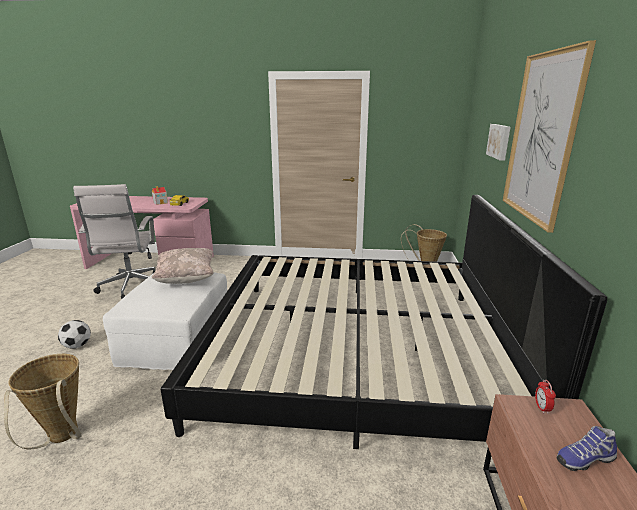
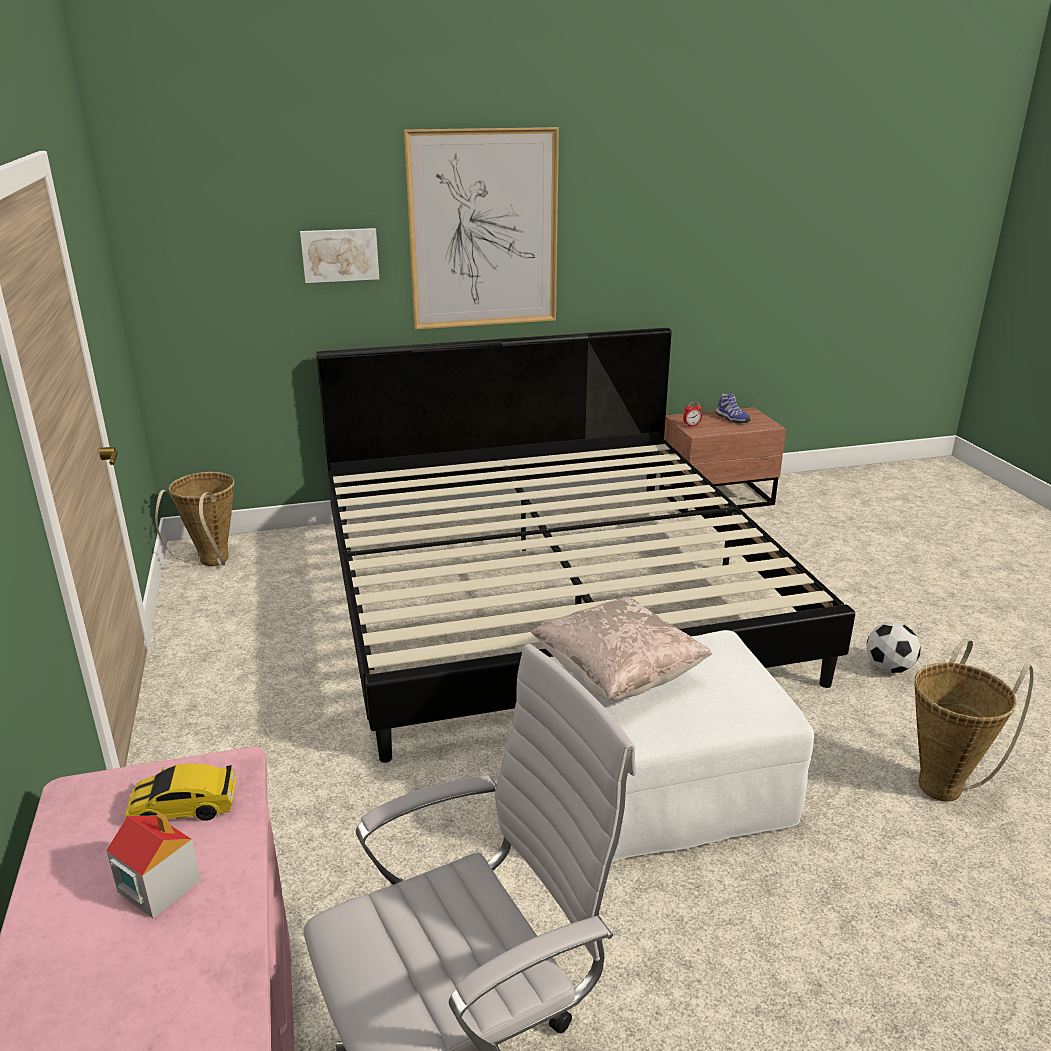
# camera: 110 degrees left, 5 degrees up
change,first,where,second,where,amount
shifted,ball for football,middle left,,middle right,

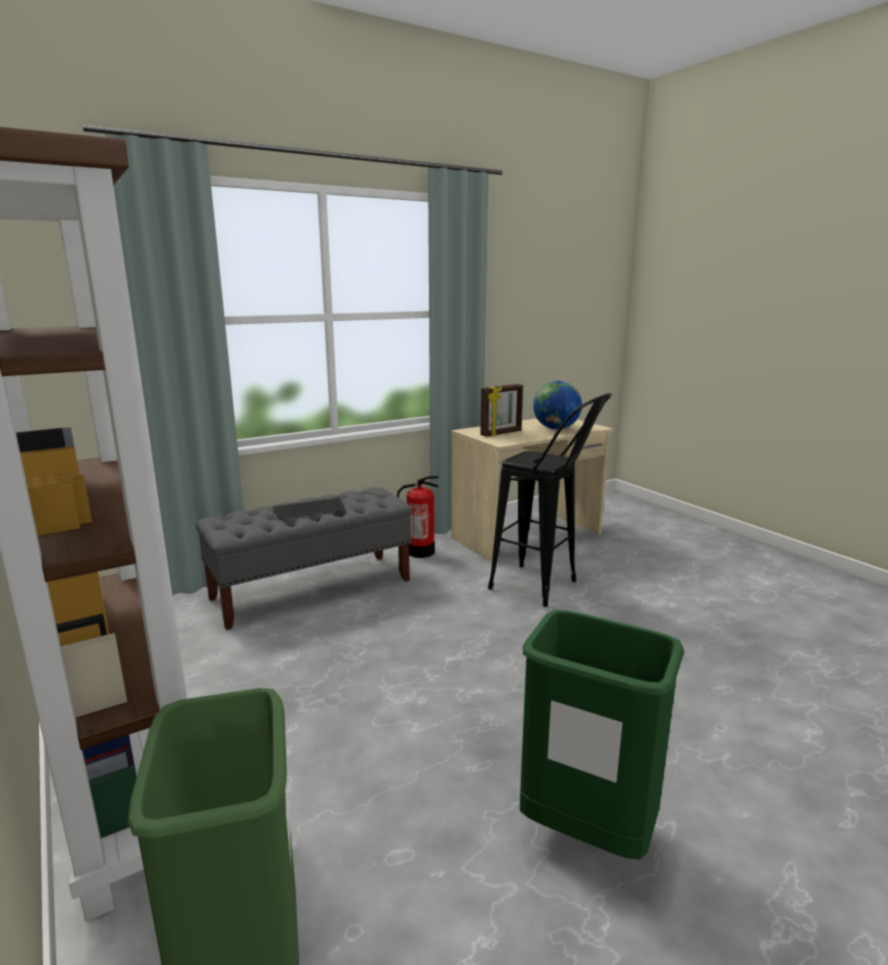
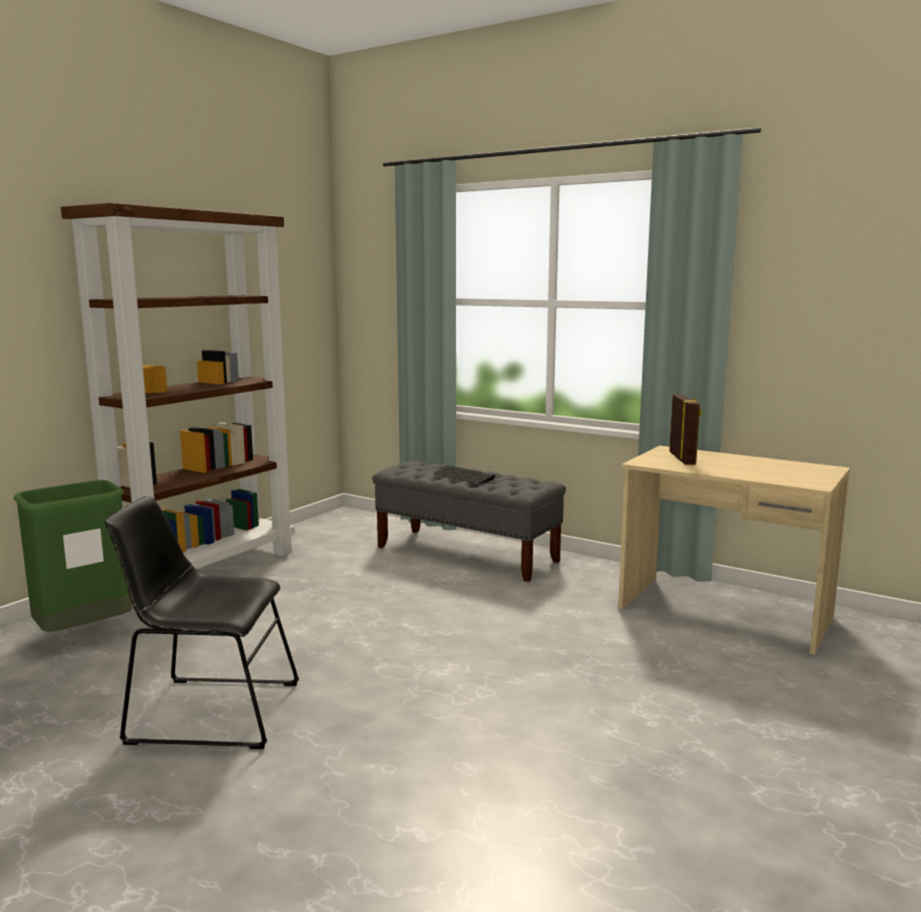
# camera: 65 degrees right, 5 degrees down
change,first,where,second,where,amount
gone,fire extinguisher,centre,,,
rotated,standing frame,centre,,middle right,120 degrees counterclockwise
gone,stool seat (black-coloured),centre,,,
swapped,trash can (greenish) (no. 2 from left),bottom right,plain chair (black-coloured),bottom left,
gone,world globe,centre,,,

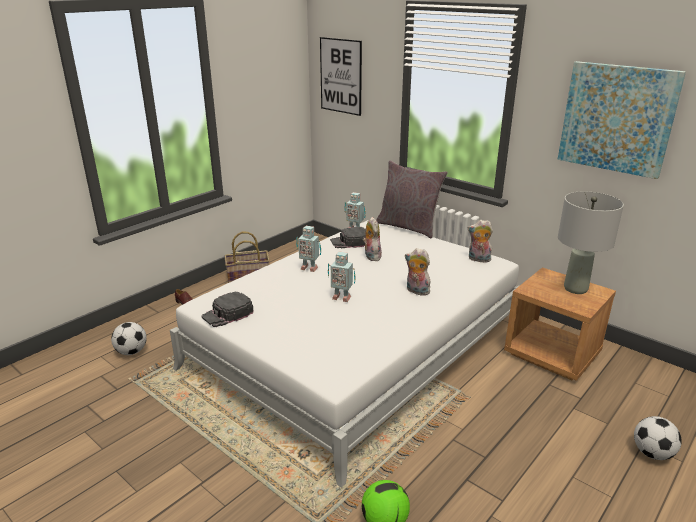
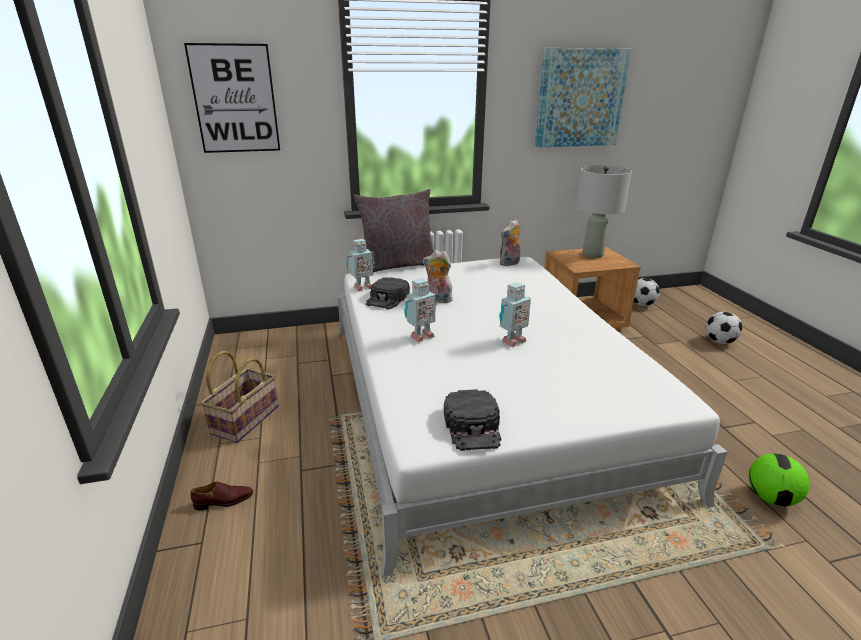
# camera: 55 degrees left, 0 degrees up
change,first,where,second,where,amount
shifted,ball for football (no. 1 from left),middle left,,middle right,
gone,cuddly toy (no. 2 from left),centre,,,

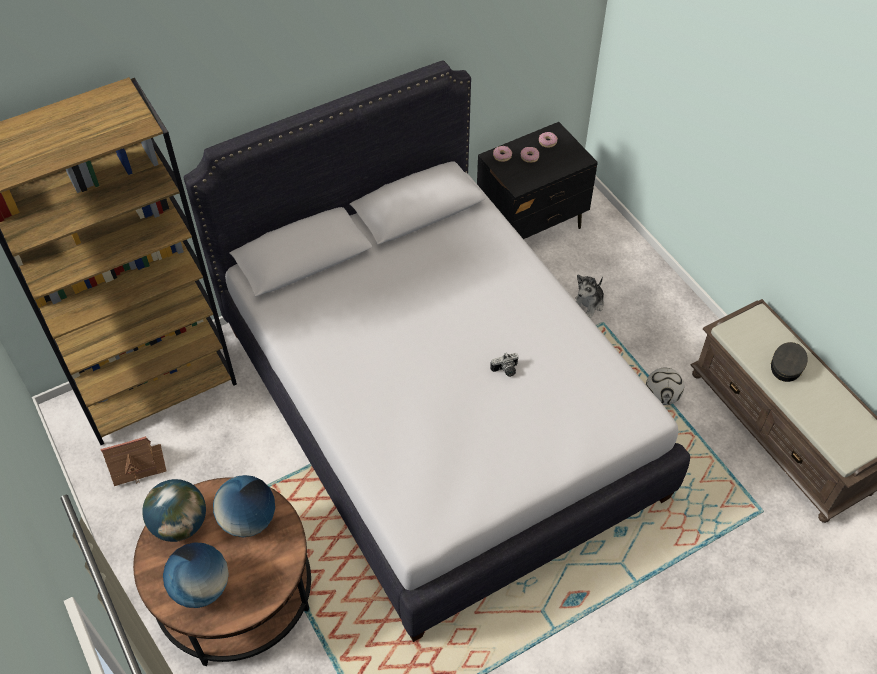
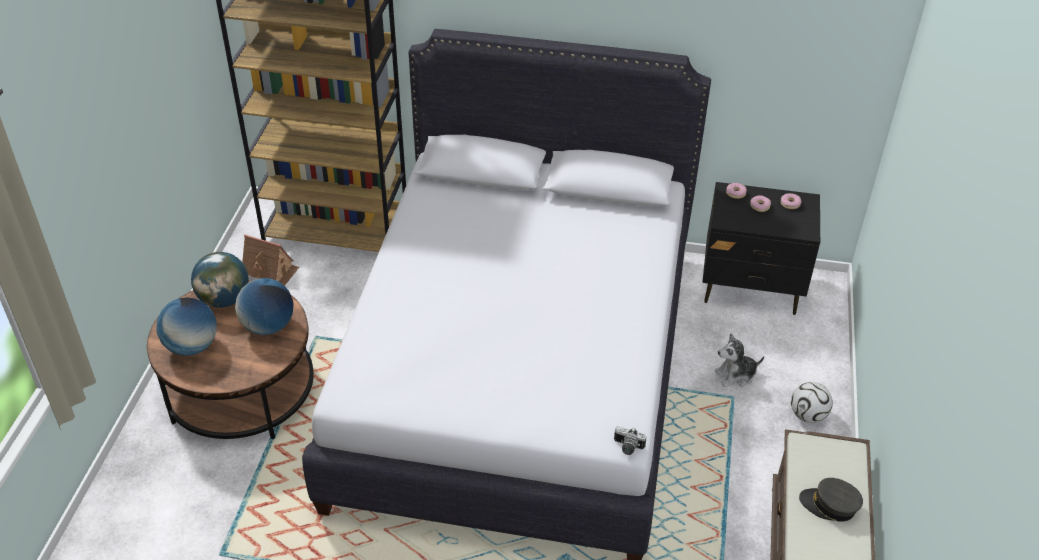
# camera: 40 degrees right, 10 degrees down
change,first,where,second,where,amount
shifted,still camera,centre,,bottom centre,
shifted,ball for football,middle right,,bottom right,
rotated,peaked cap (grey),middle right,,bottom right,135 degrees counterclockwise

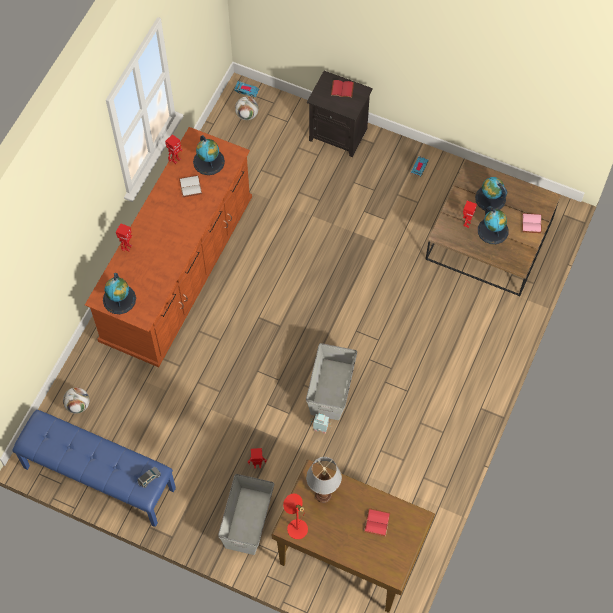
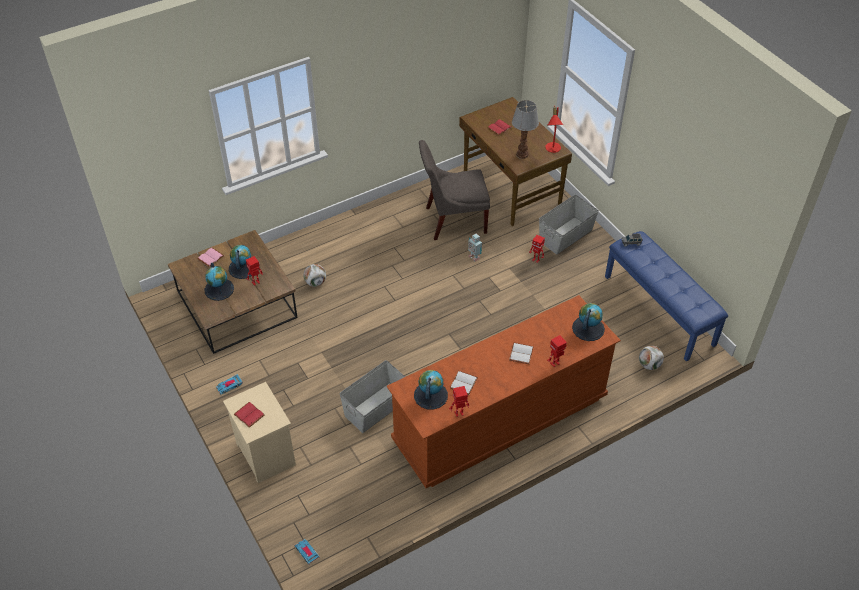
# camera: 145 degrees left, 15 degrees down
change,first,where,second,where,amount
shifted,ball for football (no. 2 from left in the first image),top centre,ball for football (no. 1 from left),centre,
shifted,storage box (grey) (no. 2 from left in the first image),centre,storage box (grey) (no. 1 from left),bottom centre,
repainted,night table (black-coloured),top centre,night table (beige),bottom left,
new,,,plain chair (grey),top centre,
new,,,volume (white-coloured) (no. 2 from left),centre,

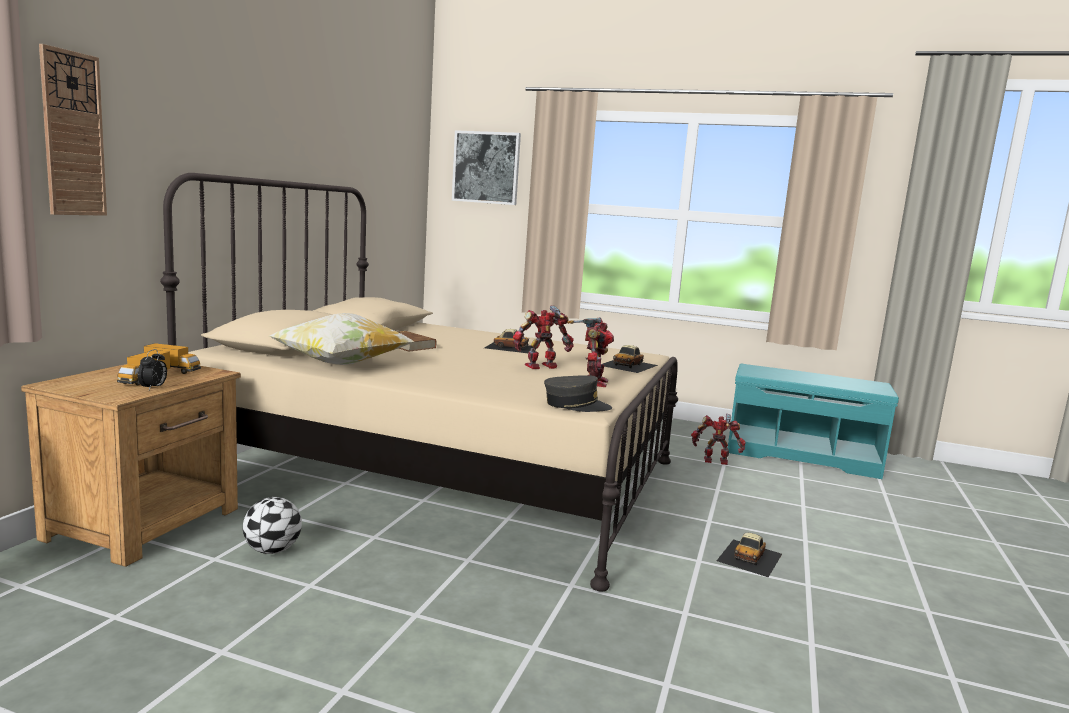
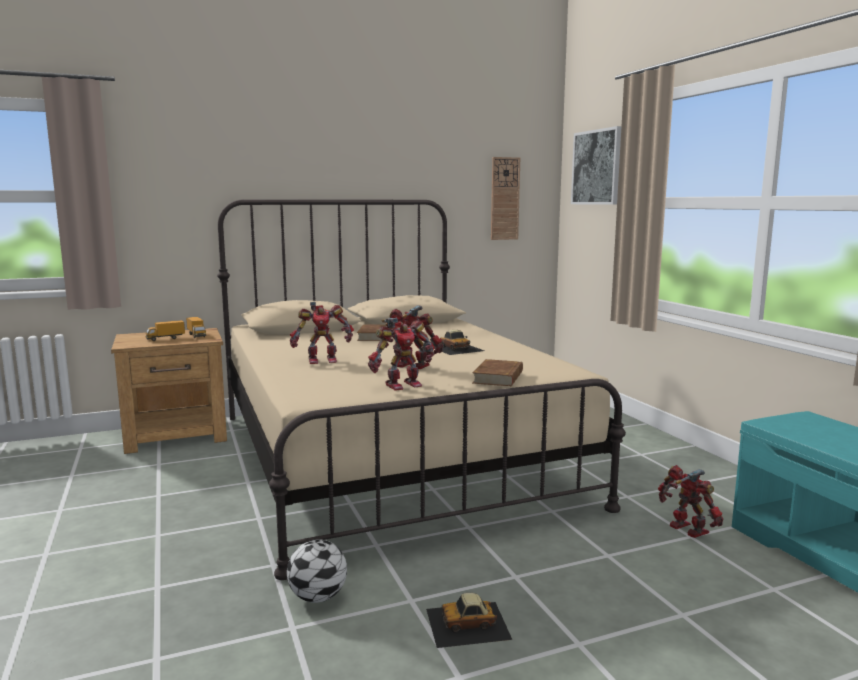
# camera: 50 degrees right, 0 degrees up
change,first,where,second,where,amount
shifted,clock on the wall,top left,,top centre,
gone,bedside clock,middle left,,,
shifted,ball for football,bottom left,,bottom centre,
gone,pillow,middle left,,,
gone,peaked cap (grey),centre,,,
swapped,model car (no. 2 from left),centre,volume (brown) (no. 2 from left),centre,
new,,,robot figure (no. 1 from left),centre,

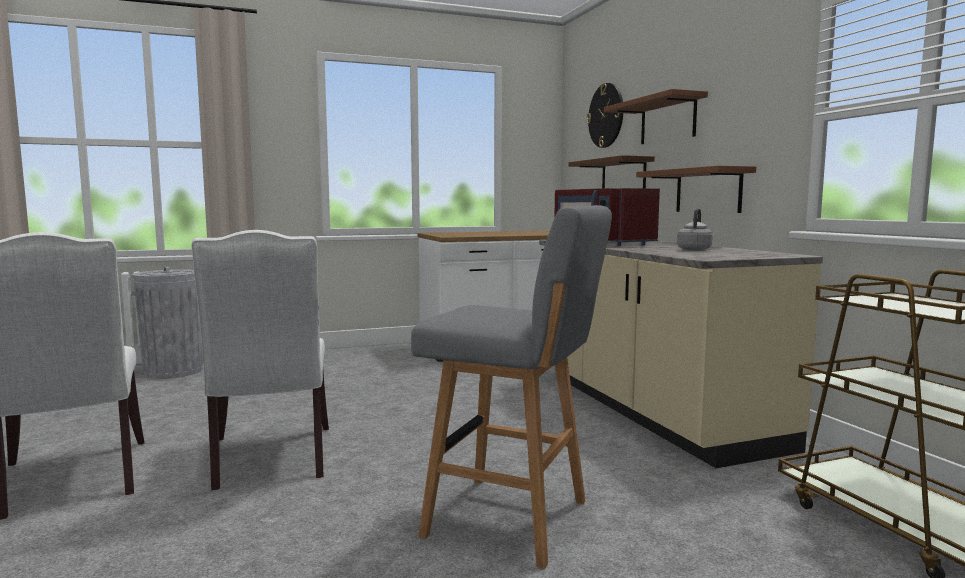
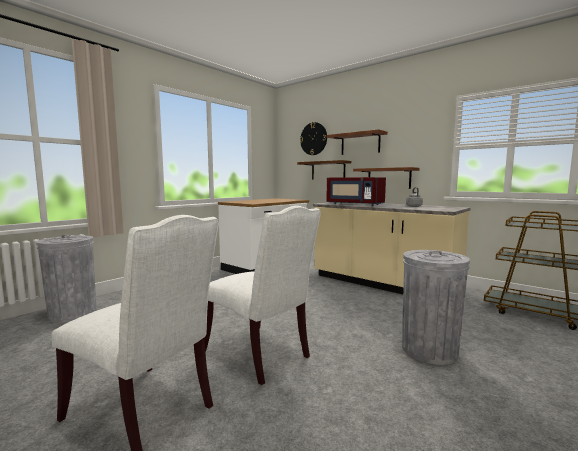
# camera: 30 degrees left, 0 degrees up
change,first,where,second,where,amount
swapped,stool seat (grey),bottom centre,trash can (grey) (no. 2 from left),bottom right,

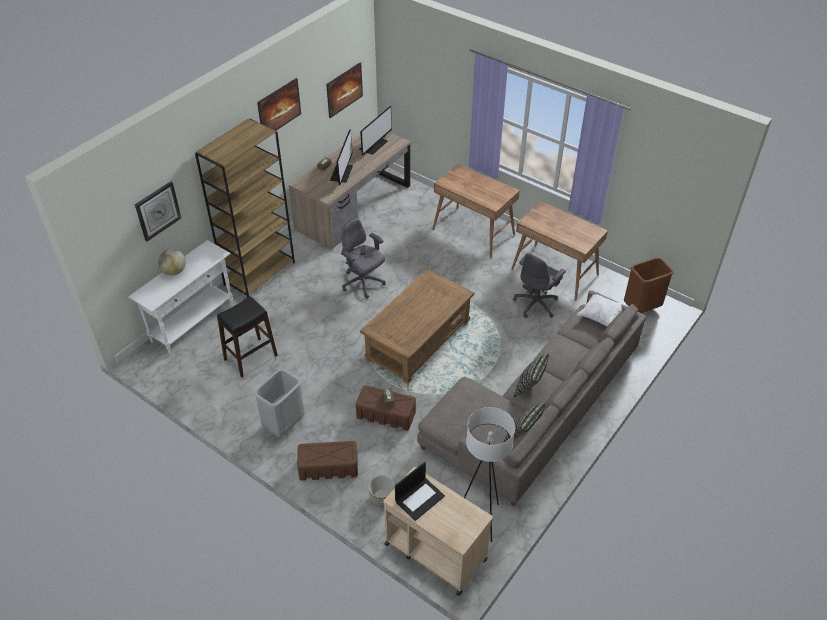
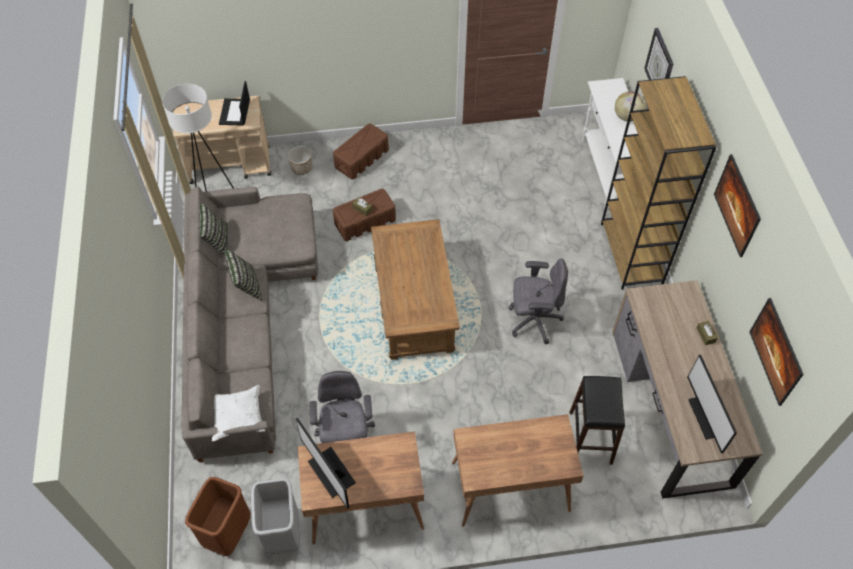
# camera: 135 degrees right, 10 degrees up
change,first,where,second,where,amount
shifted,stool seat (black-coloured),middle left,,bottom right,
shifted,trash can (grey),centre,,bottom left,
shifted,computer display (no. 1 from left),top centre,,bottom centre,

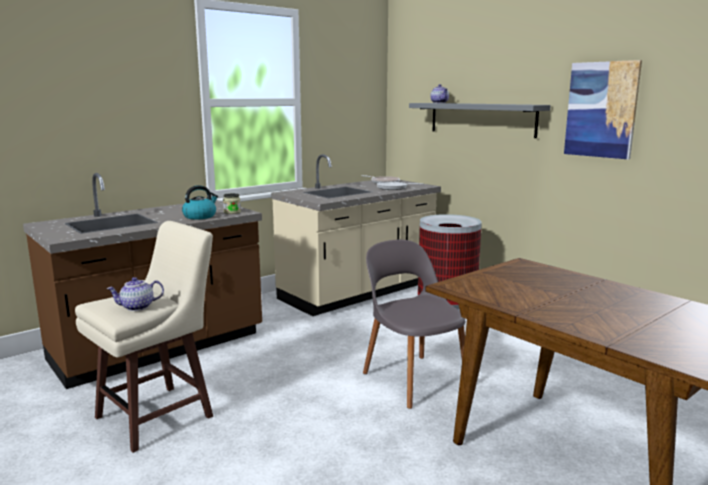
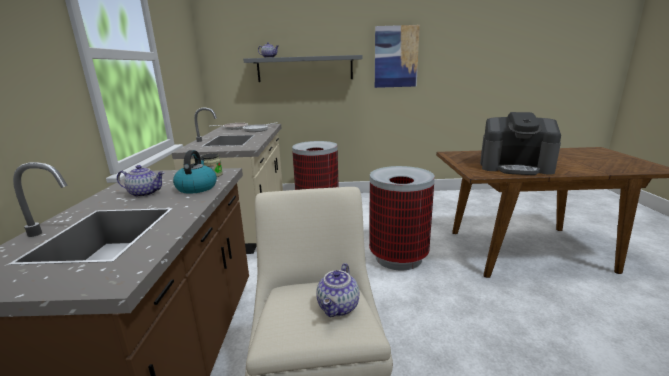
# camera: 50 degrees left, 5 degrees up
change,first,where,second,where,amount
swapped,plain chair (grey),bottom centre,trash can (no. 2 from left),centre,
new,,,teapot (no. 1 from left),middle left,
new,,,coffee maker,middle right,

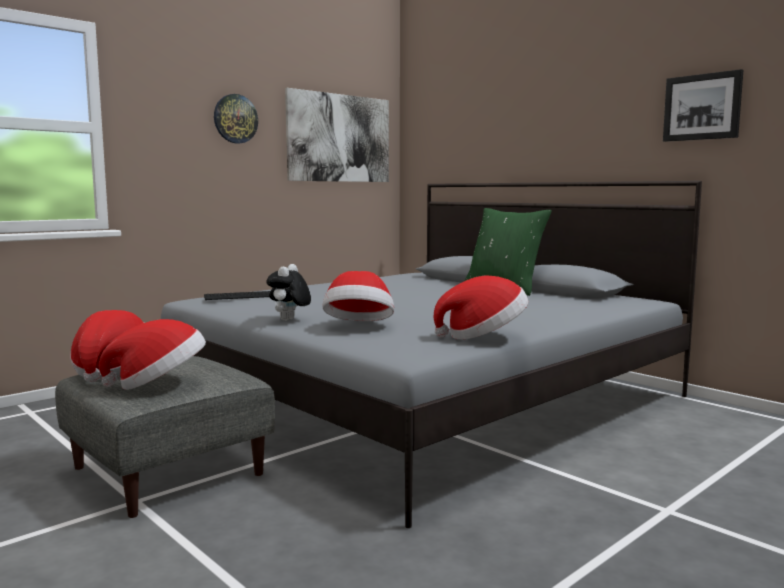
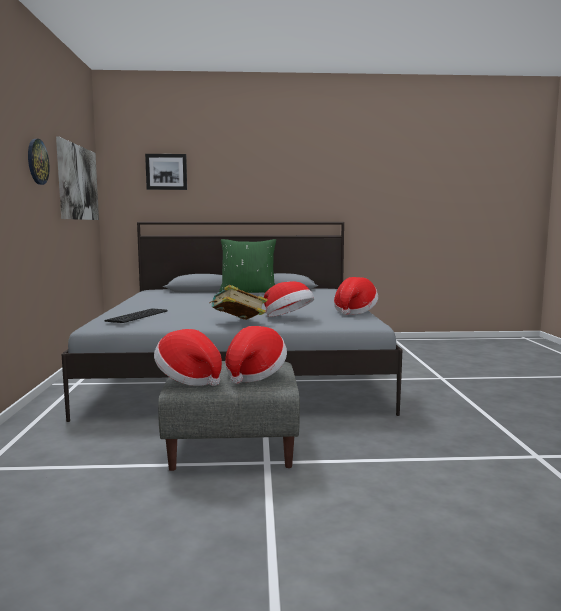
# camera: 50 degrees left, 0 degrees up
change,first,where,second,where,amount
swapped,cuddly toy,centre,volume,centre,
shifted,wall art (no. 2 from left),top right,,top left,

